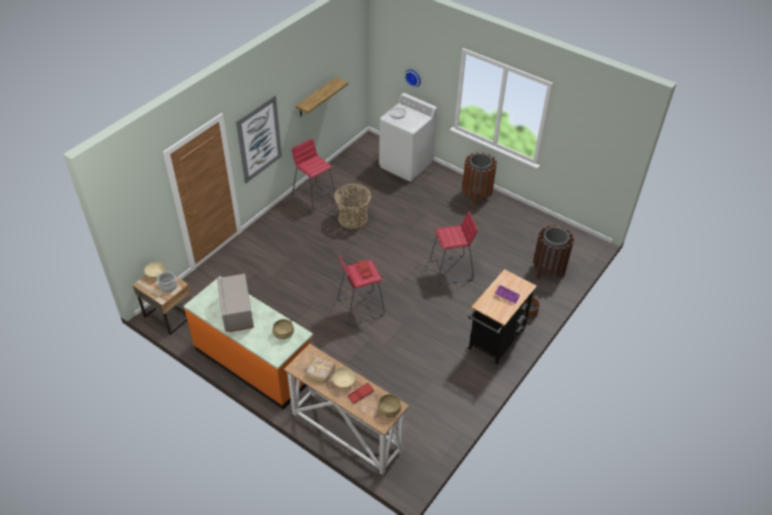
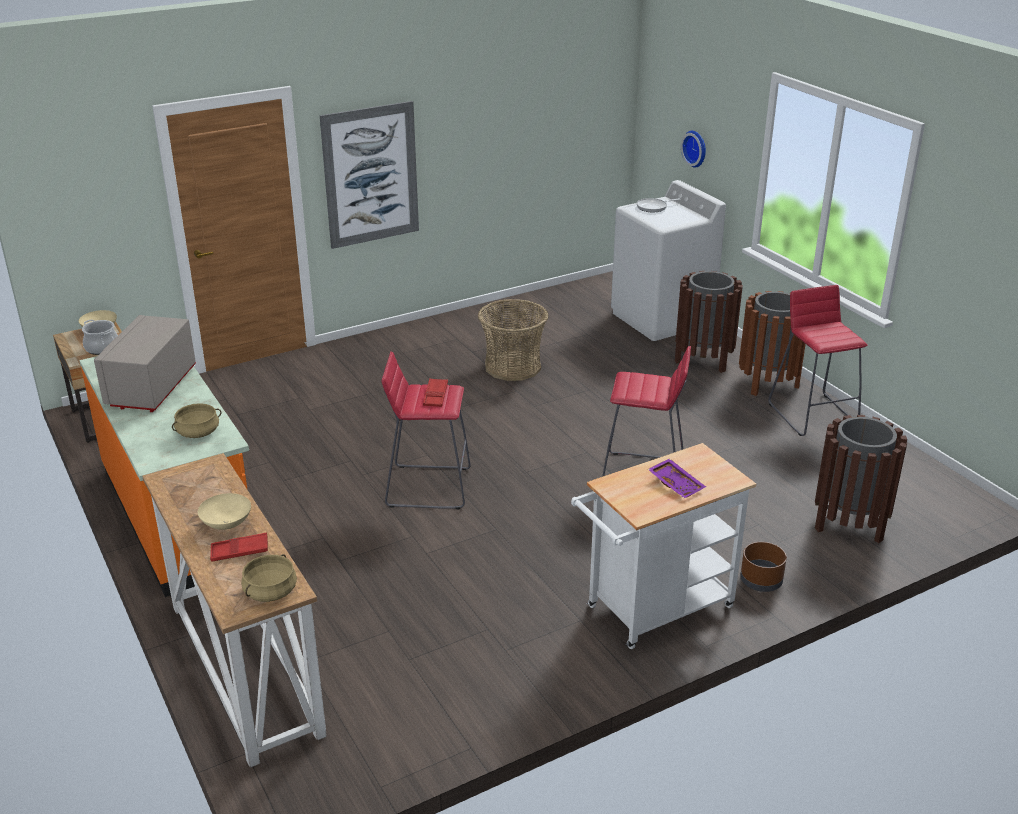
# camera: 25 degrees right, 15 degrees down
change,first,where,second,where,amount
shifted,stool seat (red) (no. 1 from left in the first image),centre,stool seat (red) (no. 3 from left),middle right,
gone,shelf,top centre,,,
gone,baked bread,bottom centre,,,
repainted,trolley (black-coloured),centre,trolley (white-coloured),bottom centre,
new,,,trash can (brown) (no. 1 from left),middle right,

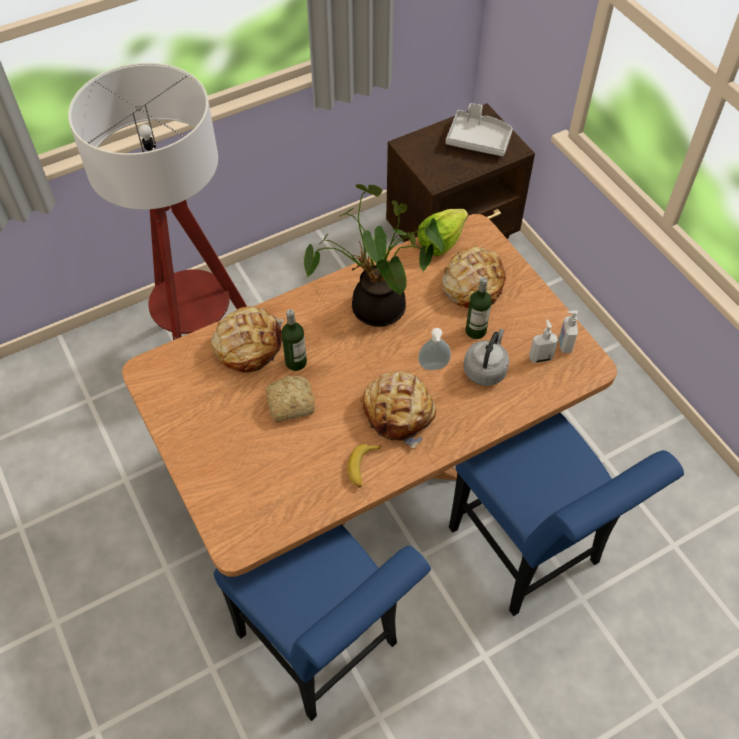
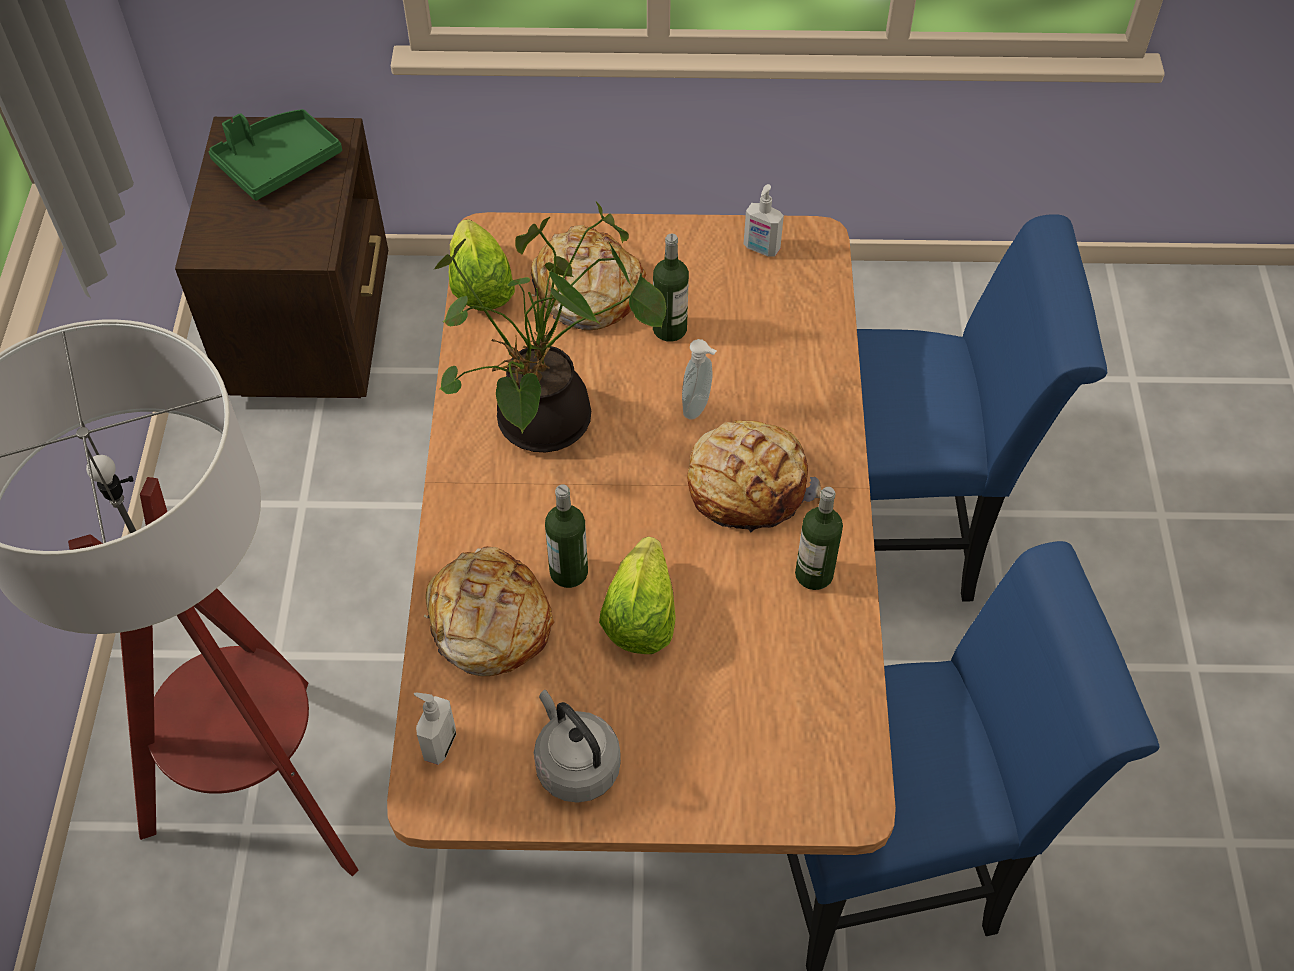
# camera: 60 degrees left, 0 degrees up
change,first,where,second,where,amount
swapped,baked bread (no. 2 from left),centre,head of lettuce (no. 2 from left),centre,
swapped,whole banana,centre,bottle (no. 3 from left),centre,
repainted,carrying tray (grey),top centre,carrying tray (greenish),top left,
shifted,tea kettle (grey),centre,,bottom centre,
shifted,soap dispenser (no. 2 from left in the first image),middle right,soap dispenser (no. 1 from left),bottom centre,

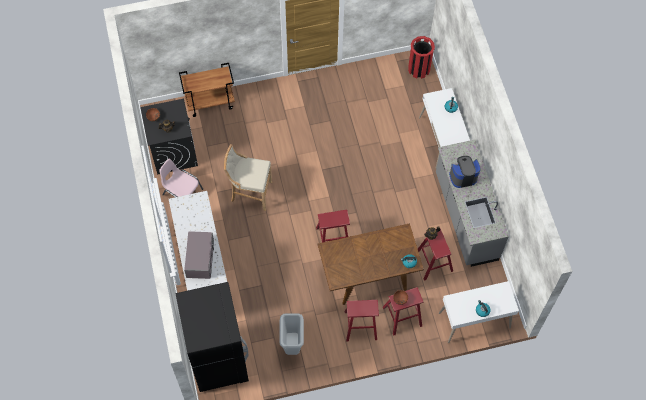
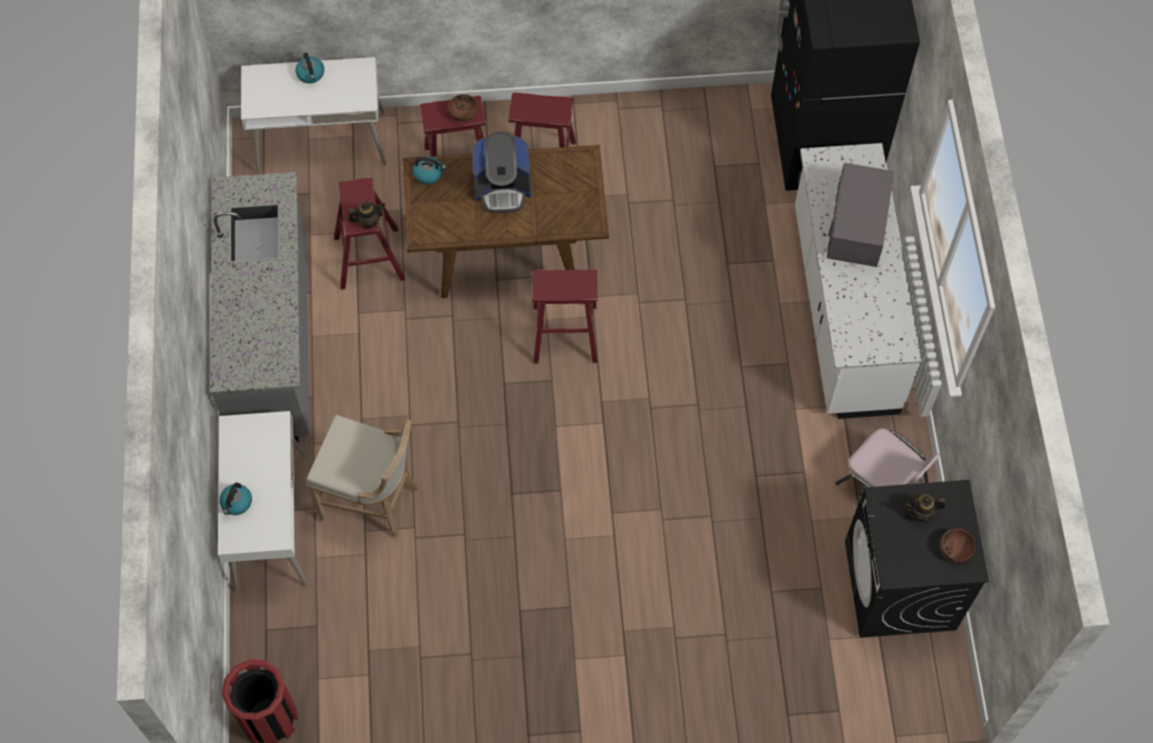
# camera: 170 degrees left, 0 degrees up
change,first,where,second,where,amount
gone,trolley (brown),top left,,,
shifted,stool seat (beige),centre,,middle left,
gone,trash can (grey),bottom centre,,,
shifted,coffee maker,middle right,,top centre,

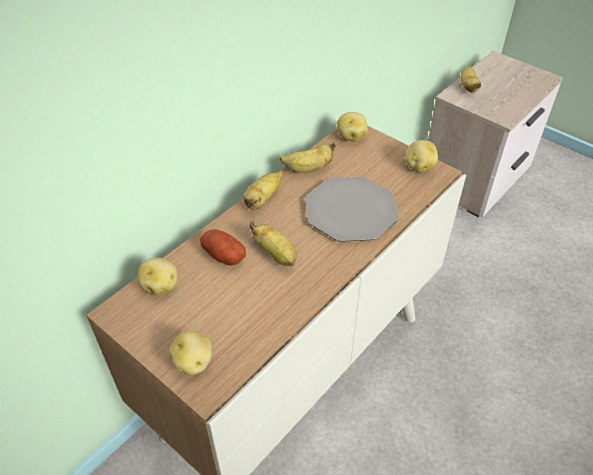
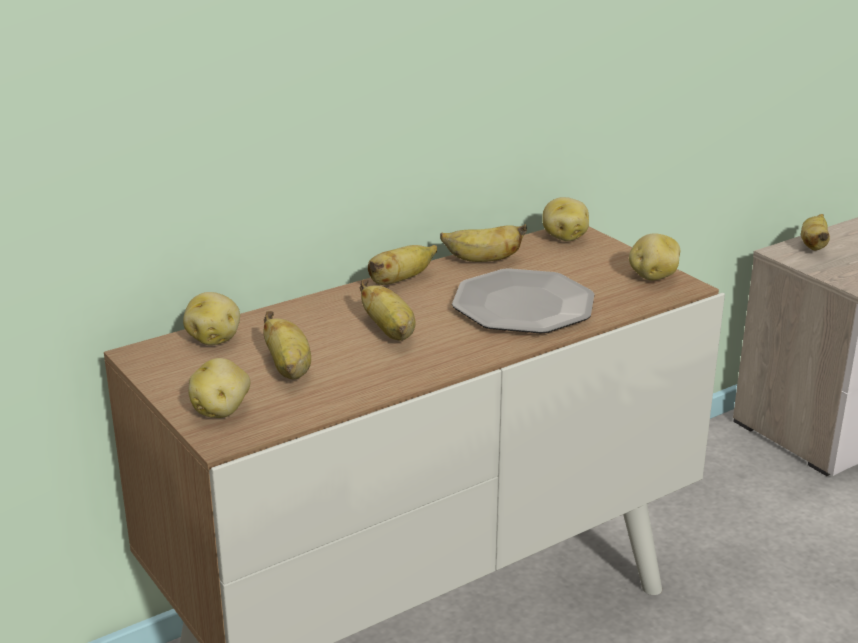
# camera: 15 degrees right, 20 degrees down
change,first,where,second,where,amount
gone,whole potato (no. 3 from left),centre,,,
new,,,whole banana (no. 1 from left),centre,

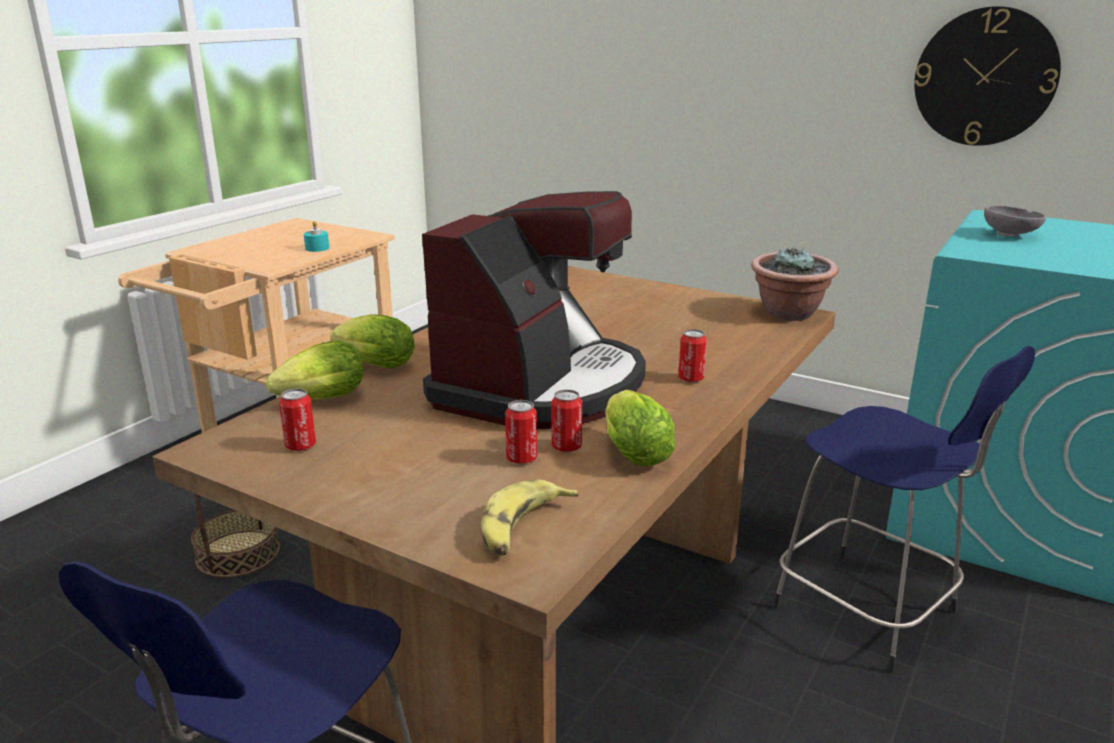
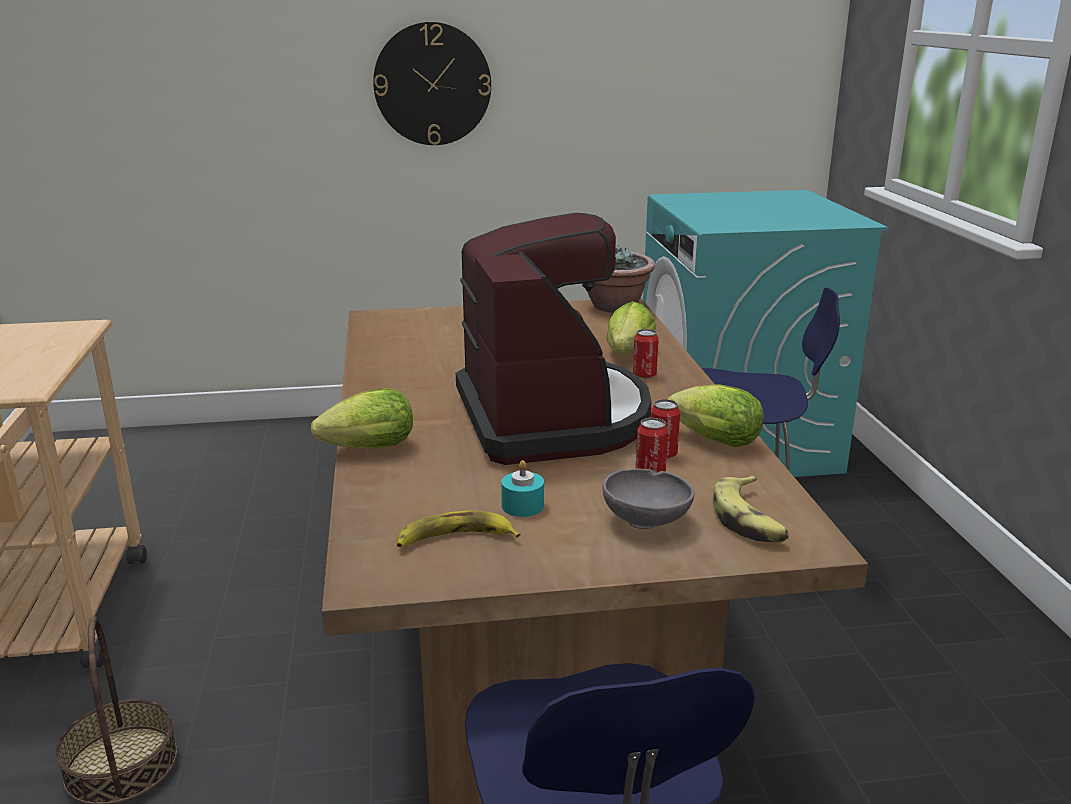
# camera: 40 degrees left, 0 degrees up
change,first,where,second,where,amount
shifted,head of lettuce (no. 1 from left in the first image),middle left,head of lettuce (no. 2 from left),centre,
swapped,metal can (no. 1 from left),middle left,whole banana (no. 1 from left),centre,
shifted,wax candle (turquoise-coloured),top left,,centre,
shifted,clock on the wall,top right,,top centre,
shifted,serving bowl (grey),top right,,centre,

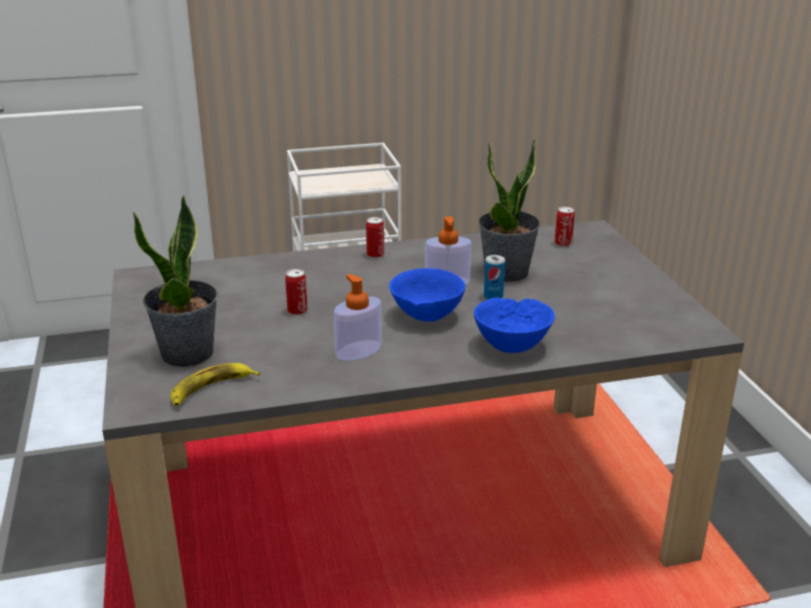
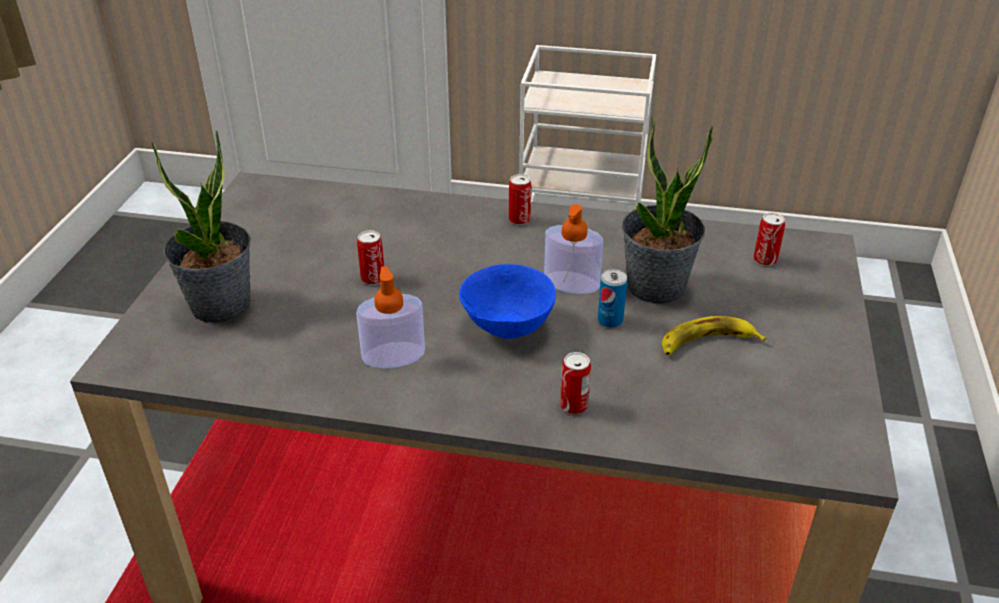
# camera: 25 degrees right, 10 degrees up
change,first,where,second,where,amount
shifted,whole banana,middle left,,middle right,
swapped,serving bowl (bluish) (no. 2 from left),centre,metal can (no. 3 from left),centre,

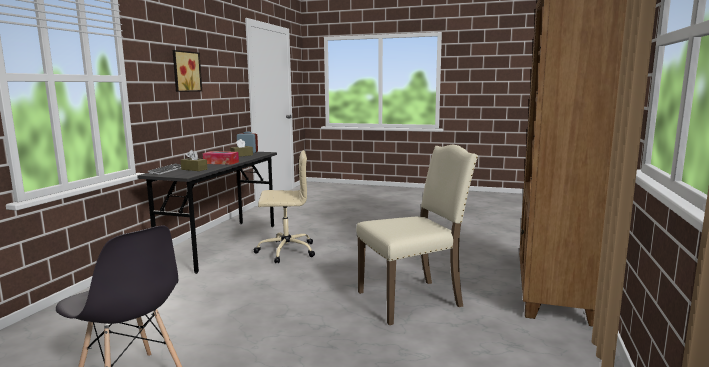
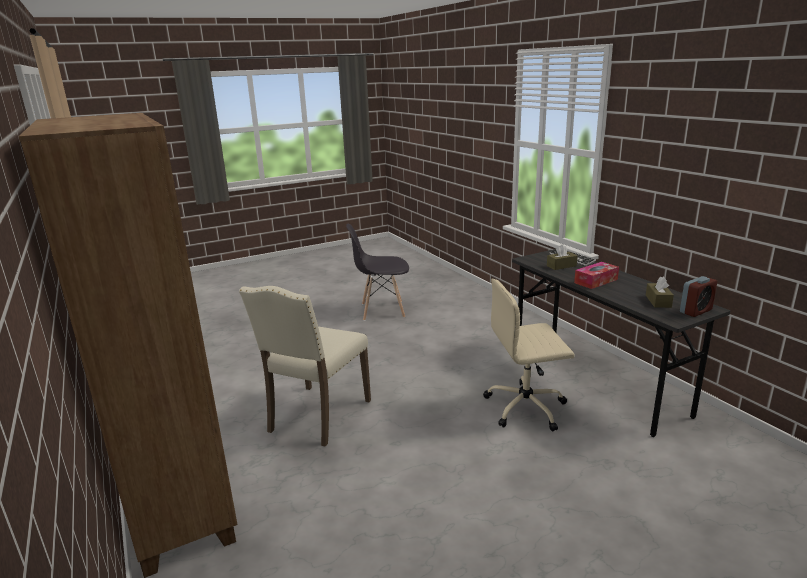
# camera: 135 degrees right, 10 degrees up
change,first,where,second,where,amount
gone,wall art,top left,,,
rotated,office chair (beige),centre,,centre,45 degrees clockwise

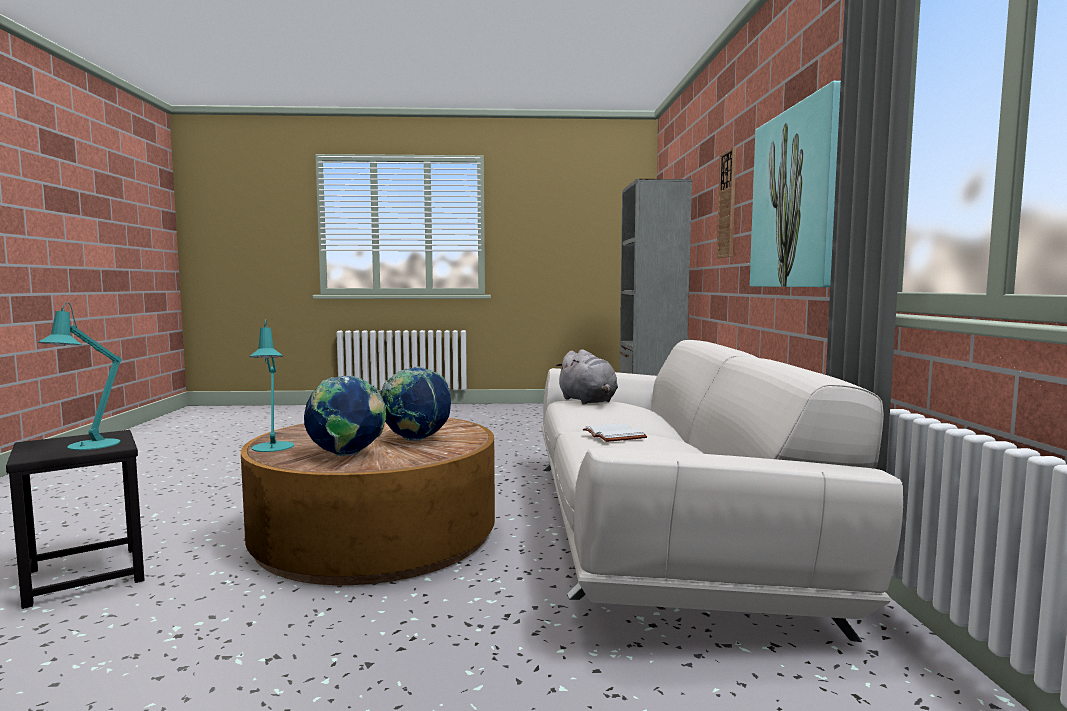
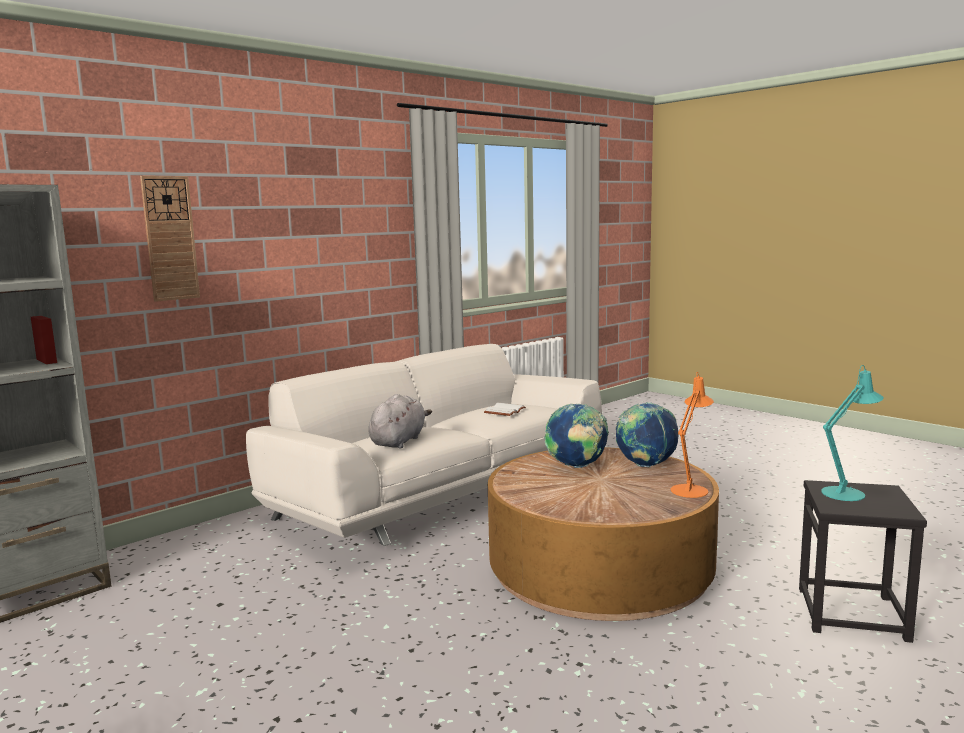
# camera: 130 degrees left, 5 degrees up
change,first,where,second,where,amount
repainted,tabletop lamp (turquoise-coloured) (no. 2 from left),middle left,tabletop lamp (orange),middle right,
gone,wall art,top right,,,

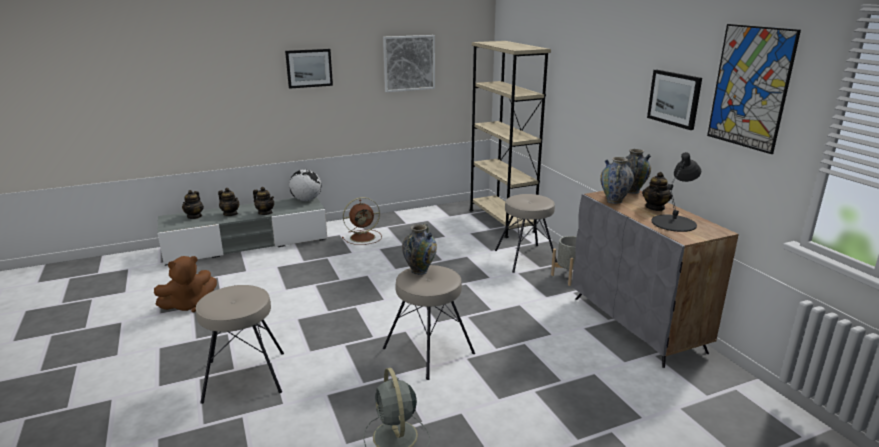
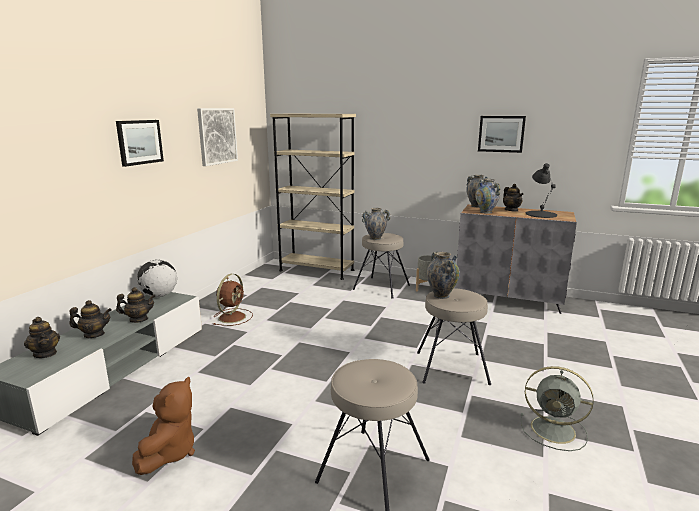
# camera: 45 degrees left, 5 degrees down
change,first,where,second,where,amount
gone,wall art (no. 4 from left),top right,,,
new,,,decorative vase (no. 1 from left),centre,

